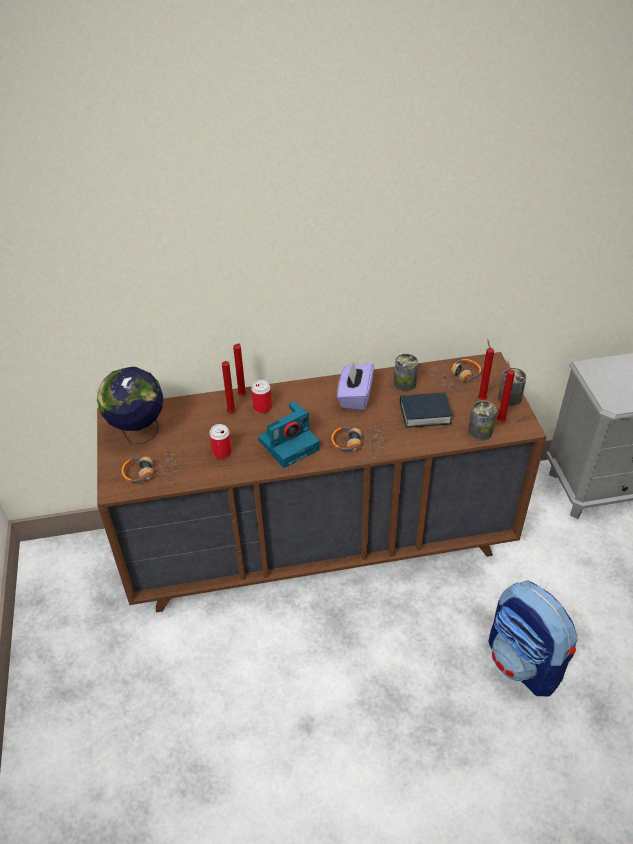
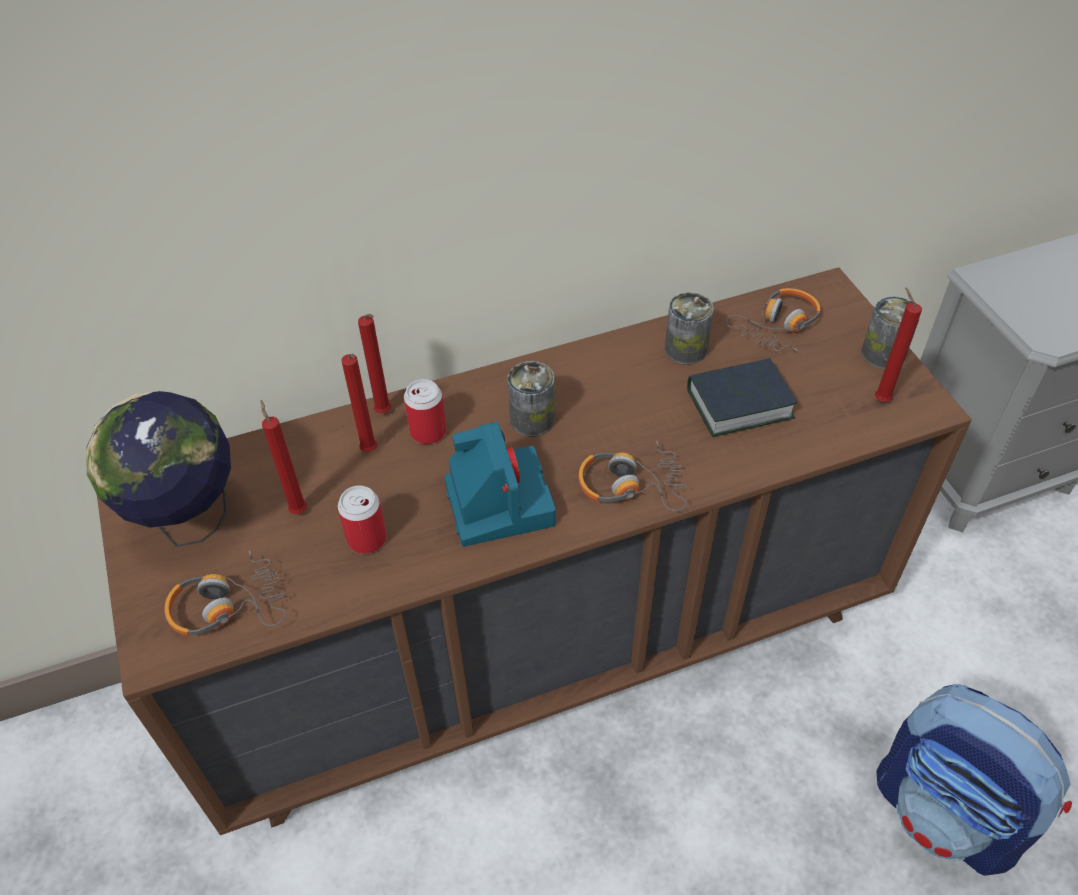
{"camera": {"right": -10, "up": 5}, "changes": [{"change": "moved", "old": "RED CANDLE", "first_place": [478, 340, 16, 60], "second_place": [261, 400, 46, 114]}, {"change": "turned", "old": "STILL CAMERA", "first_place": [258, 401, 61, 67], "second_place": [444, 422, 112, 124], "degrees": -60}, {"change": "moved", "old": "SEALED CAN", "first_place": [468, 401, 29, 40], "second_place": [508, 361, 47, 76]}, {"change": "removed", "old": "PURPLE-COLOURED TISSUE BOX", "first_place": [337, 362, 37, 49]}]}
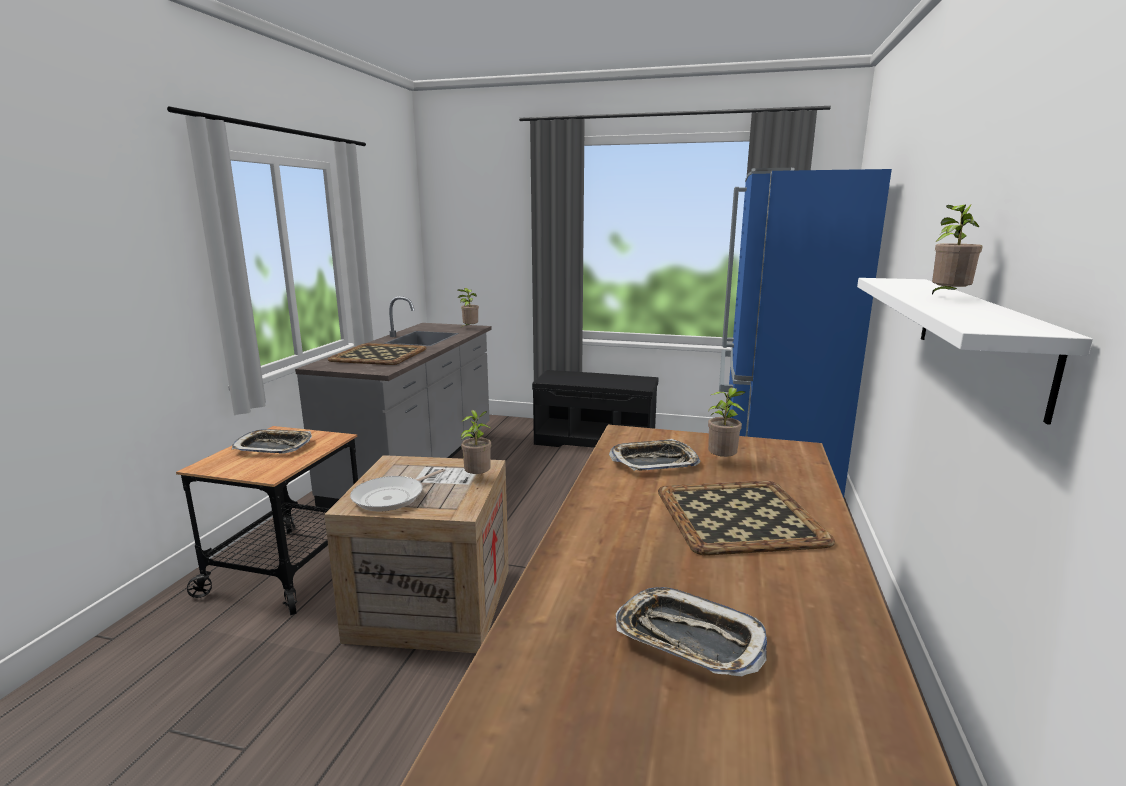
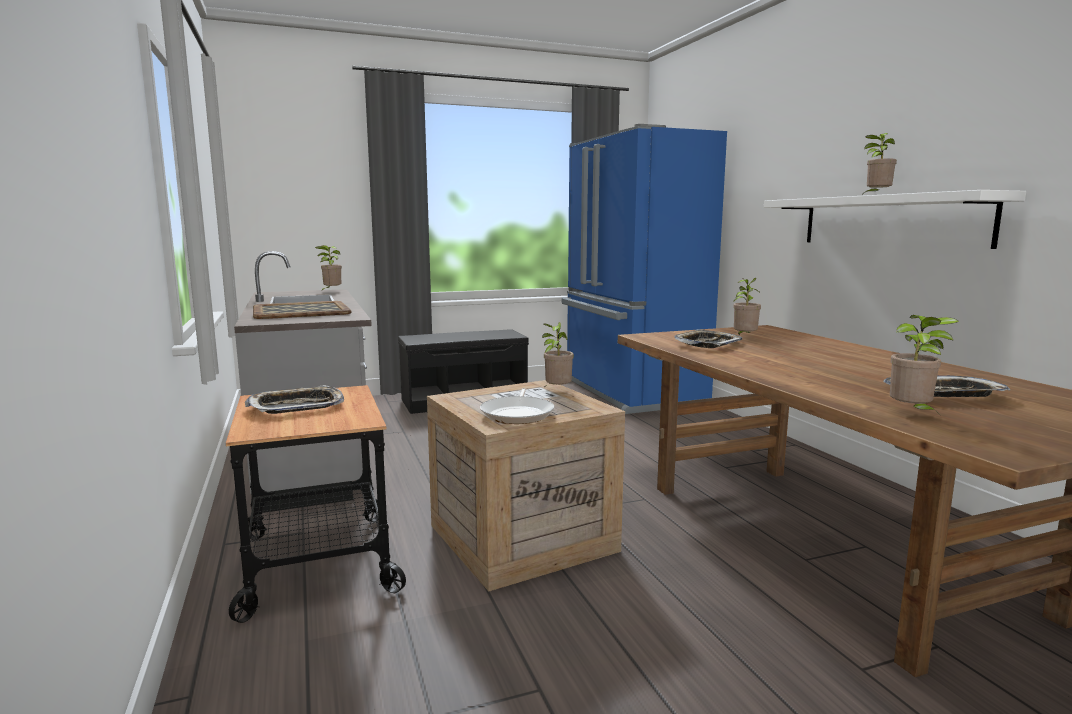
{"camera": {"right": -35, "up": -5}, "changes": [{"change": "added", "new": "PLANT IN A POT", "second_place": [890, 315, 69, 101]}, {"change": "removed", "old": "TRAY", "first_place": [658, 481, 177, 75]}]}
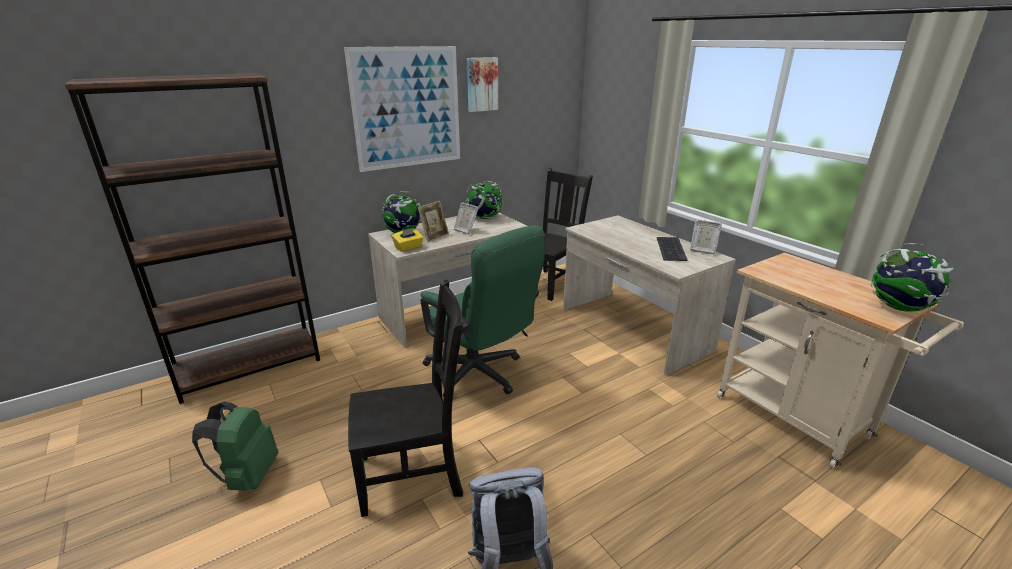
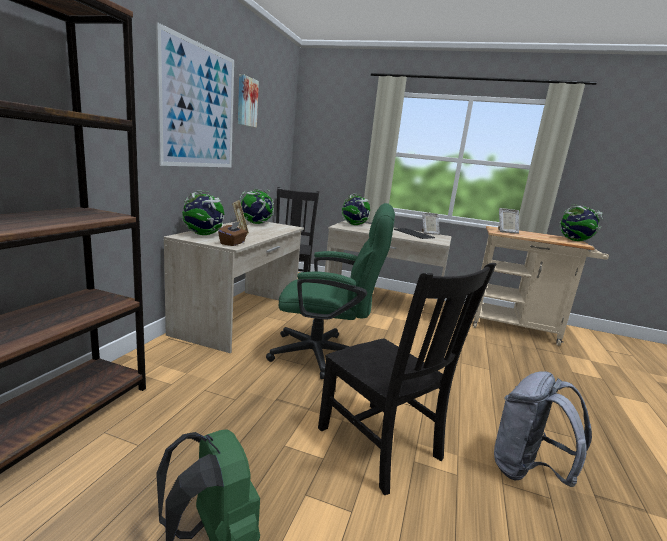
{"camera": {"right": -40, "up": -10}, "changes": [{"change": "recoloured", "old": "YELLOW TISSUE BOX", "new": "BROWN TISSUE BOX", "first_place": [392, 228, 32, 24], "second_place": [218, 221, 30, 25]}, {"change": "turned", "old": "BLACK-COLOURED UPRIGHT CHAIR", "first_place": [348, 279, 115, 238], "second_place": [318, 263, 178, 232], "degrees": 105}, {"change": "added", "new": "GLOBE", "second_place": [341, 194, 29, 31]}, {"change": "moved", "old": "STANDING FRAME", "first_place": [454, 202, 25, 33], "second_place": [498, 208, 21, 26]}]}
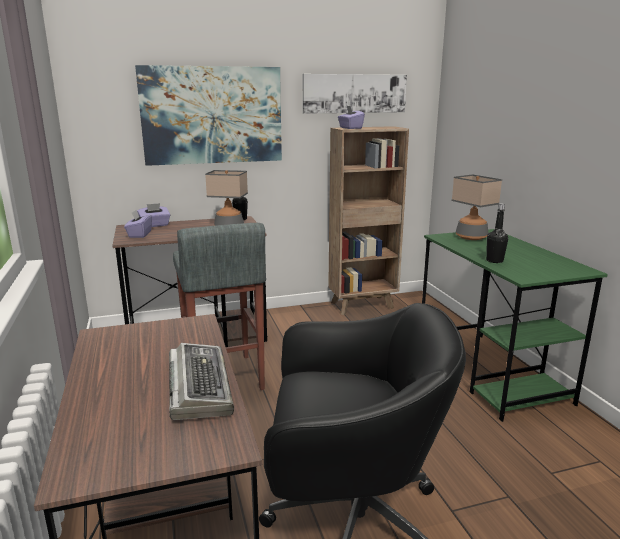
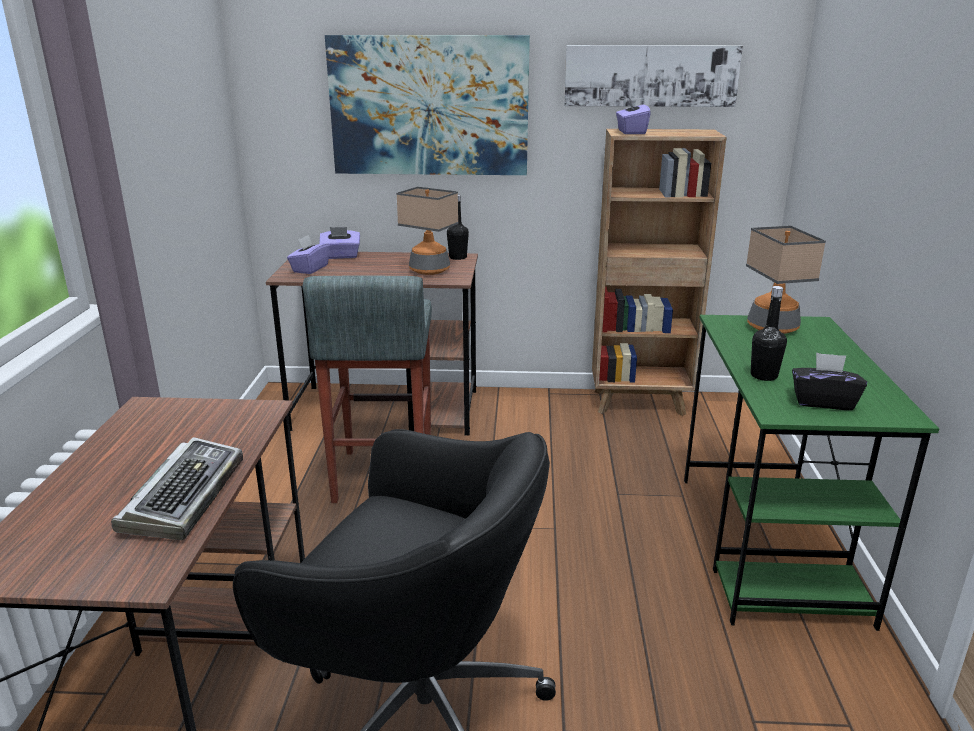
{"camera": {"right": 20, "up": 5}, "changes": [{"change": "added", "new": "BLACK-COLOURED TISSUE BOX", "second_place": [792, 352, 75, 58]}]}
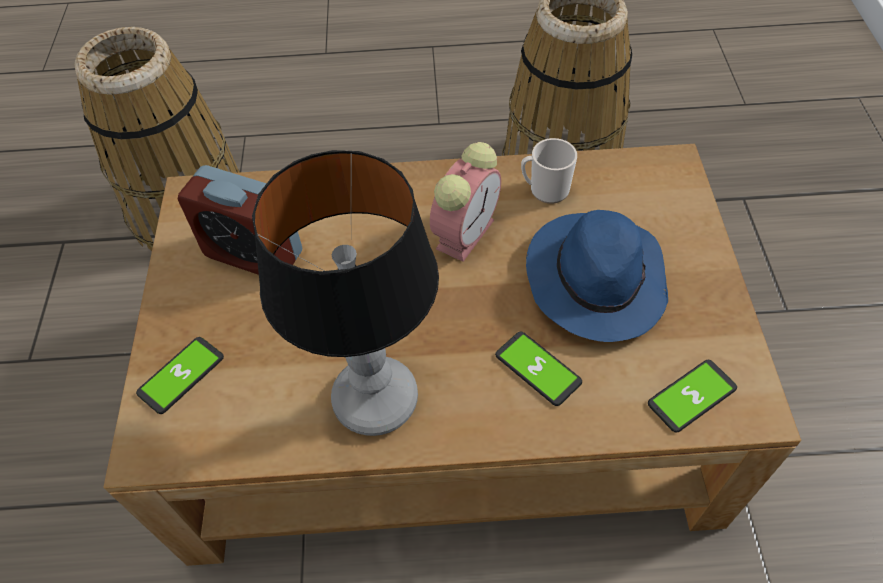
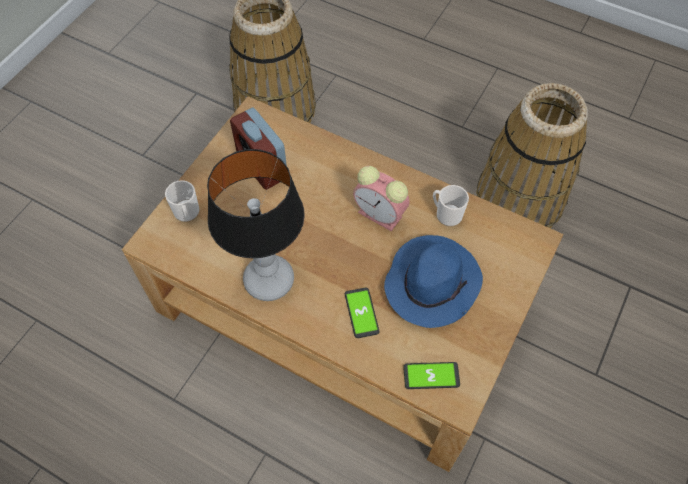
{"camera": {"right": 30, "up": 5}, "changes": [{"change": "replaced", "old": "TELEPHONE", "new": "MUG", "first_place": [136, 337, 88, 77], "second_place": [165, 180, 34, 42]}, {"change": "turned", "old": "BEDSIDE CLOCK", "first_place": [430, 142, 71, 120], "second_place": [353, 166, 57, 65], "degrees": 60}]}
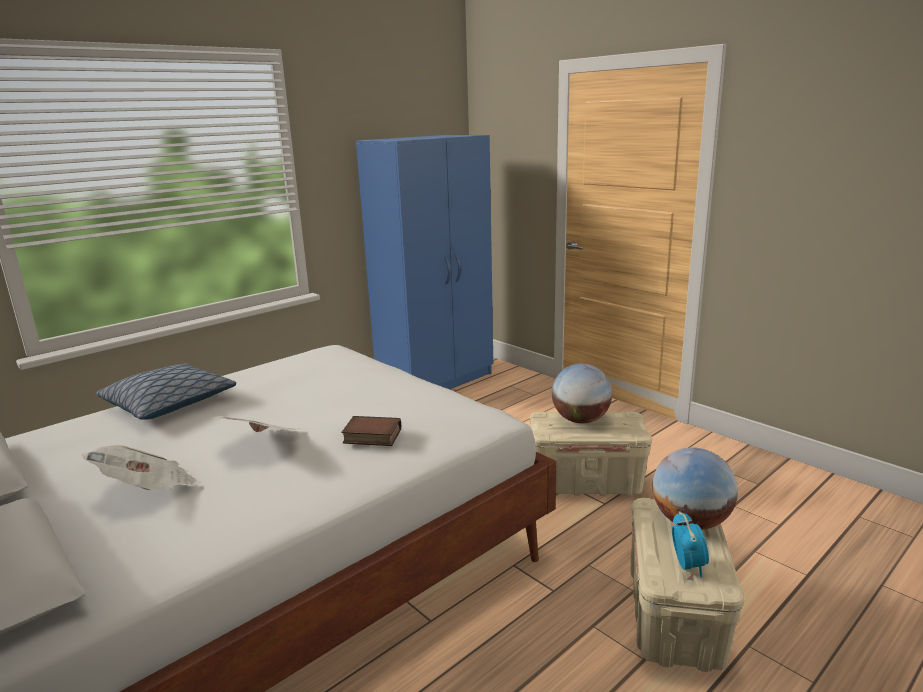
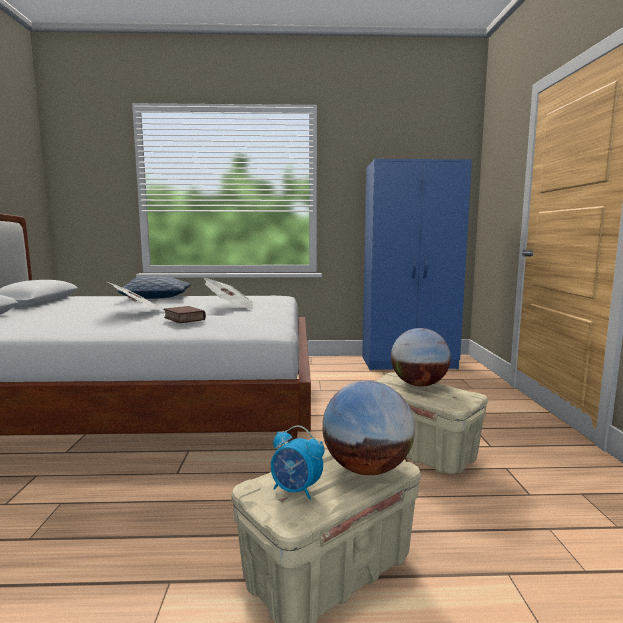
{"camera": {"right": 40, "up": -10}, "changes": [{"change": "moved", "old": "PRINTED PAPER", "first_place": [82, 445, 119, 45], "second_place": [204, 278, 49, 31]}, {"change": "turned", "old": "BEDSIDE CLOCK", "first_place": [672, 511, 37, 67], "second_place": [271, 425, 53, 75], "degrees": 75}]}
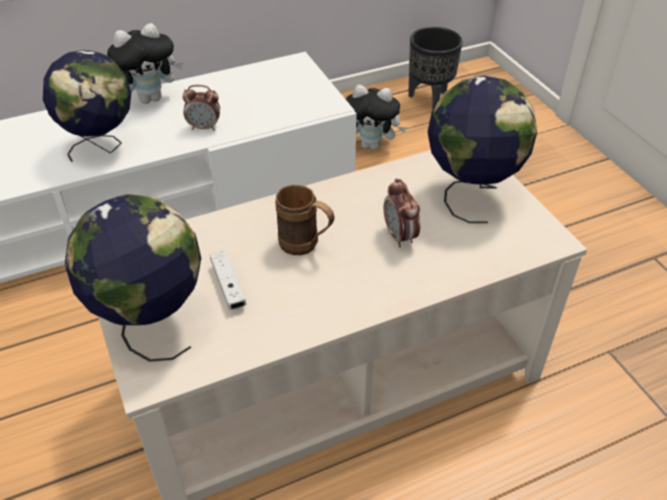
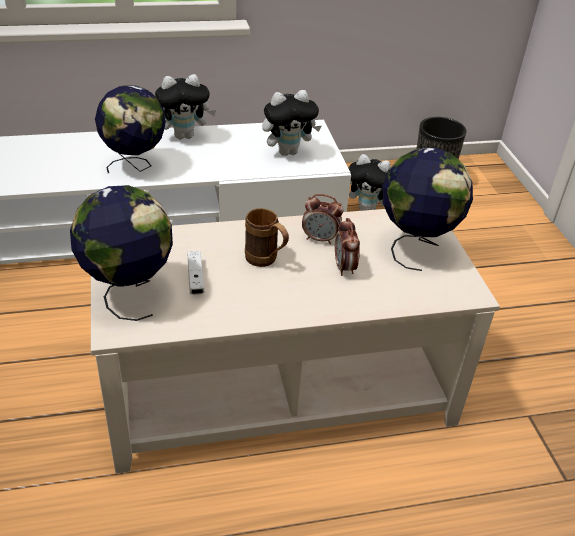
{"camera": {"right": 10, "up": -5}, "changes": [{"change": "added", "new": "SOFT TOY", "second_place": [262, 90, 59, 66]}, {"change": "moved", "old": "BEDSIDE CLOCK", "first_place": [182, 85, 38, 46], "second_place": [302, 194, 42, 50]}]}
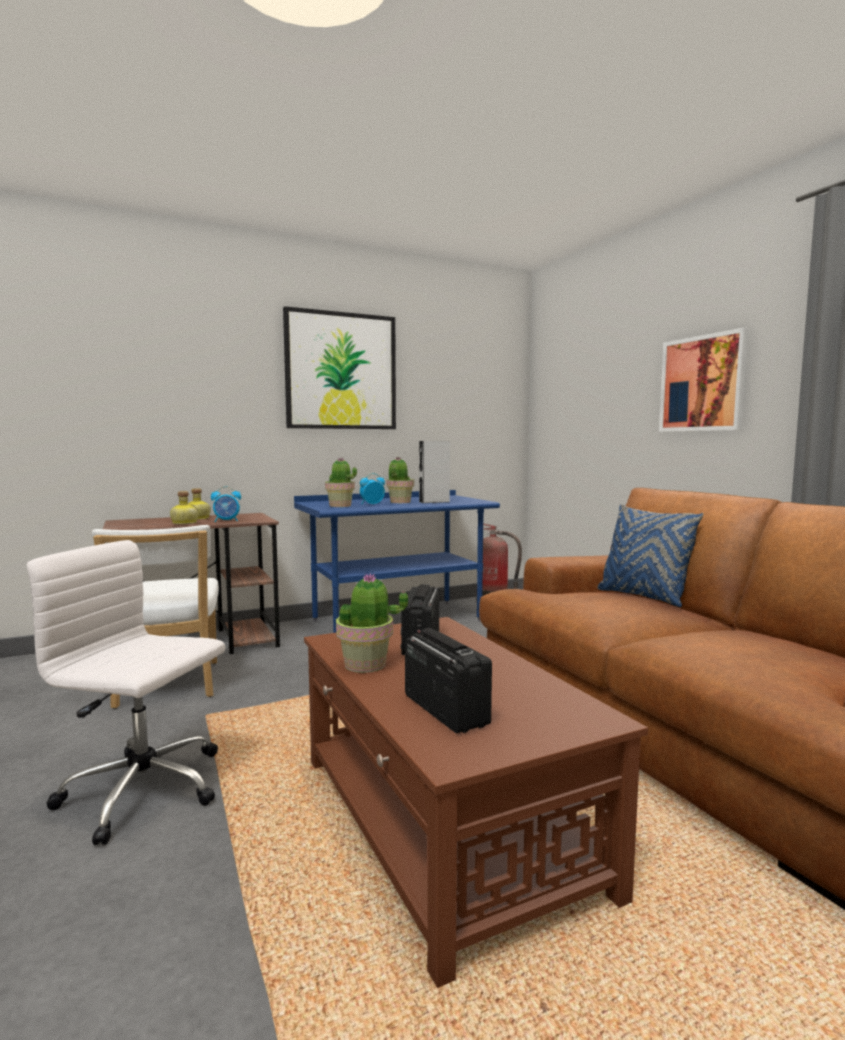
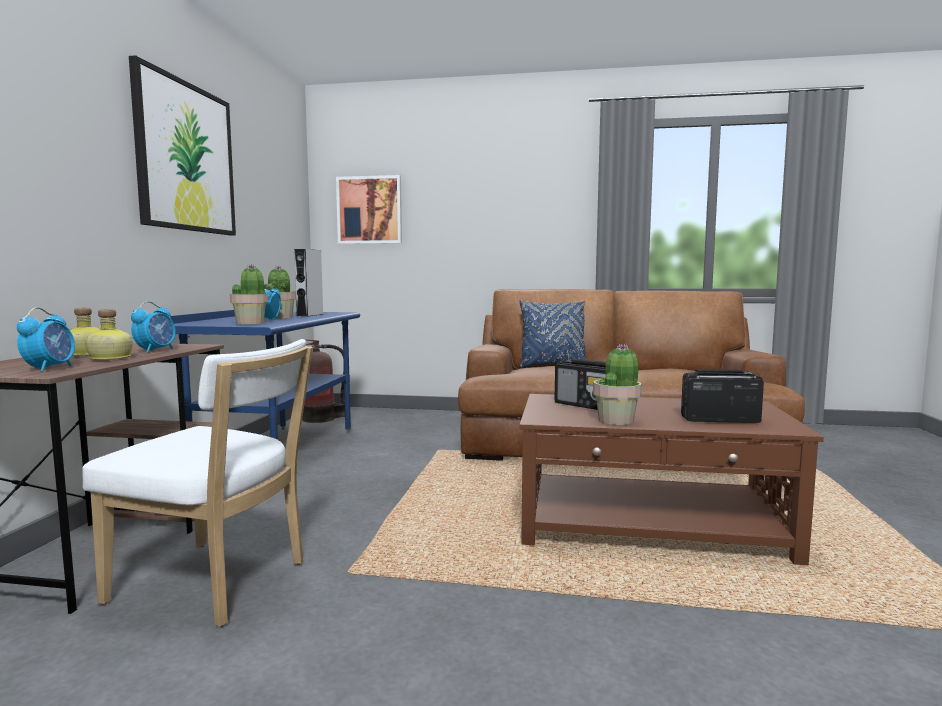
{"camera": {"right": -55, "up": 0}, "changes": [{"change": "added", "new": "BEDSIDE CLOCK", "second_place": [17, 307, 58, 65]}, {"change": "moved", "old": "WALL PICTURE", "first_place": [659, 327, 90, 105], "second_place": [336, 175, 66, 69]}, {"change": "removed", "old": "WHITE-COLOURED DESK CHAIR", "first_place": [27, 540, 199, 305]}]}
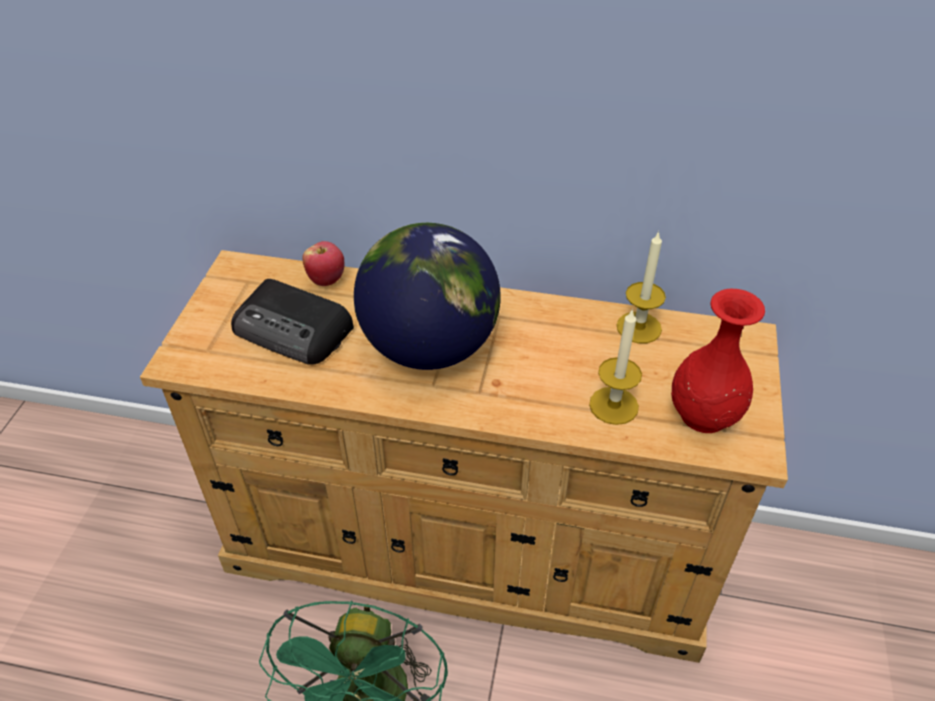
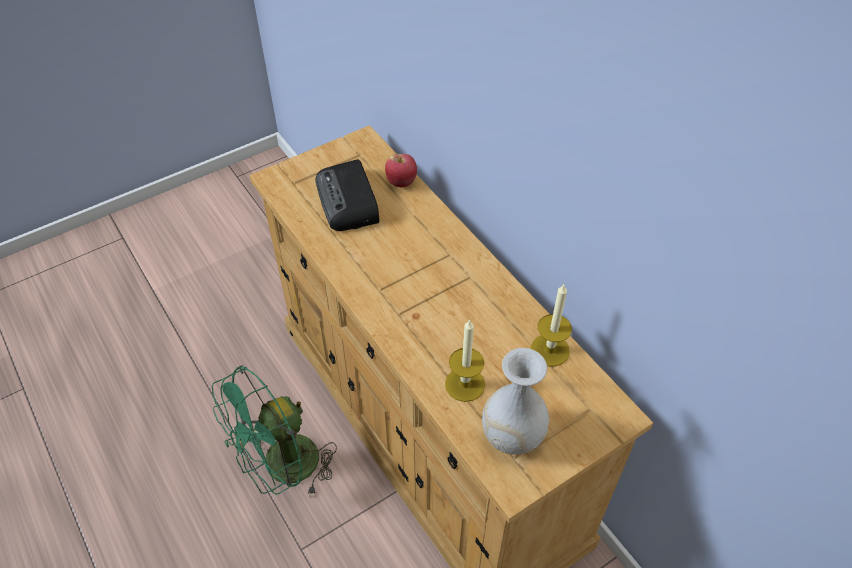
{"camera": {"right": 45, "up": 5}, "changes": [{"change": "recoloured", "old": "RED VASE", "new": "WHITE-COLOURED VASE", "first_place": [671, 288, 94, 145], "second_place": [482, 348, 67, 107]}, {"change": "removed", "old": "GLOBE", "first_place": [354, 223, 147, 147]}]}
